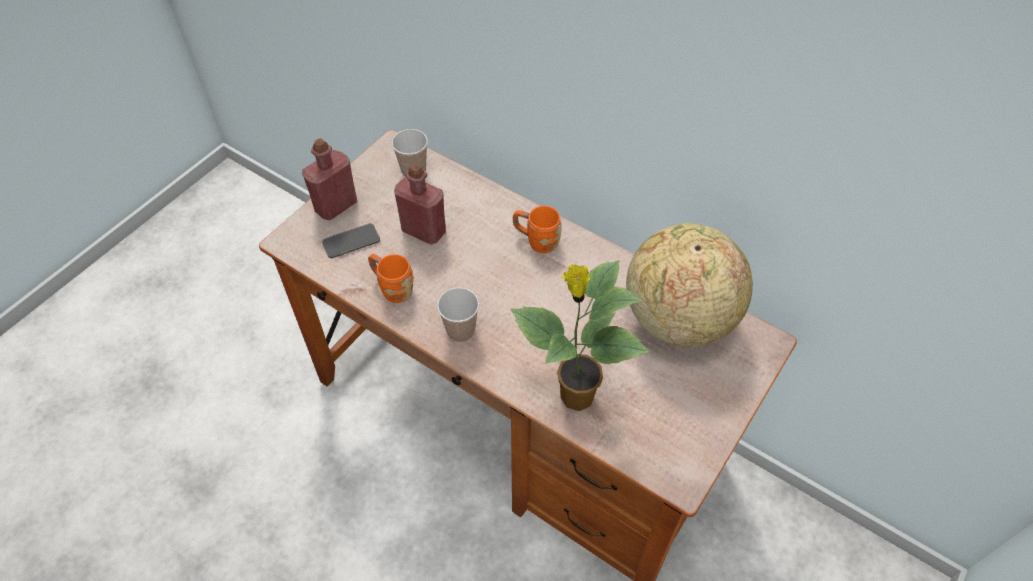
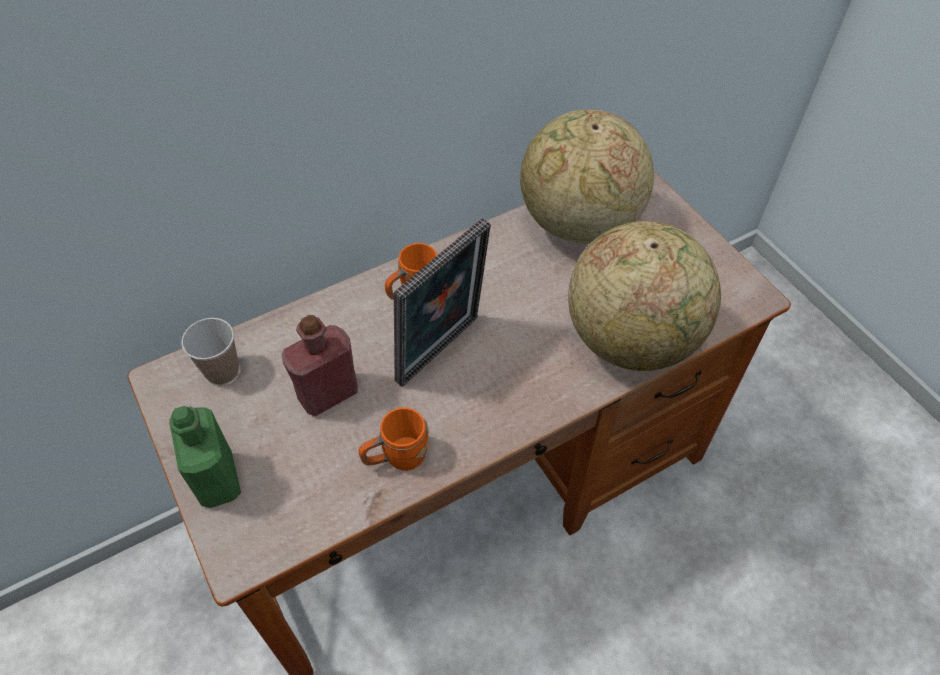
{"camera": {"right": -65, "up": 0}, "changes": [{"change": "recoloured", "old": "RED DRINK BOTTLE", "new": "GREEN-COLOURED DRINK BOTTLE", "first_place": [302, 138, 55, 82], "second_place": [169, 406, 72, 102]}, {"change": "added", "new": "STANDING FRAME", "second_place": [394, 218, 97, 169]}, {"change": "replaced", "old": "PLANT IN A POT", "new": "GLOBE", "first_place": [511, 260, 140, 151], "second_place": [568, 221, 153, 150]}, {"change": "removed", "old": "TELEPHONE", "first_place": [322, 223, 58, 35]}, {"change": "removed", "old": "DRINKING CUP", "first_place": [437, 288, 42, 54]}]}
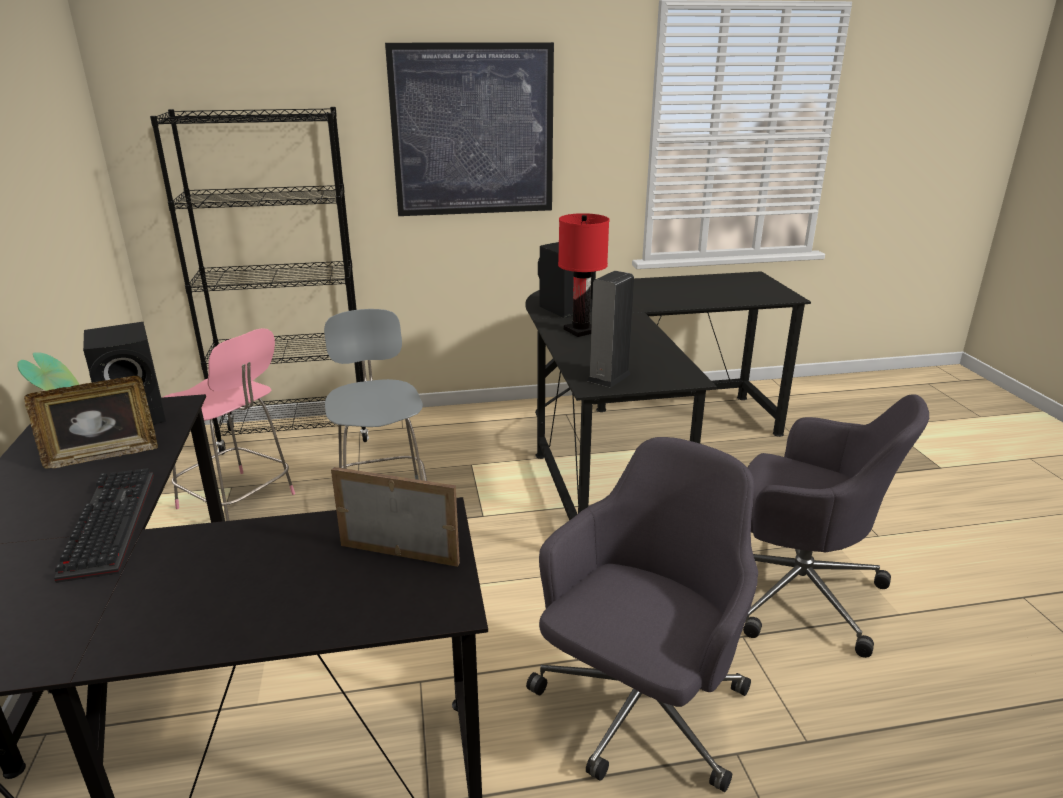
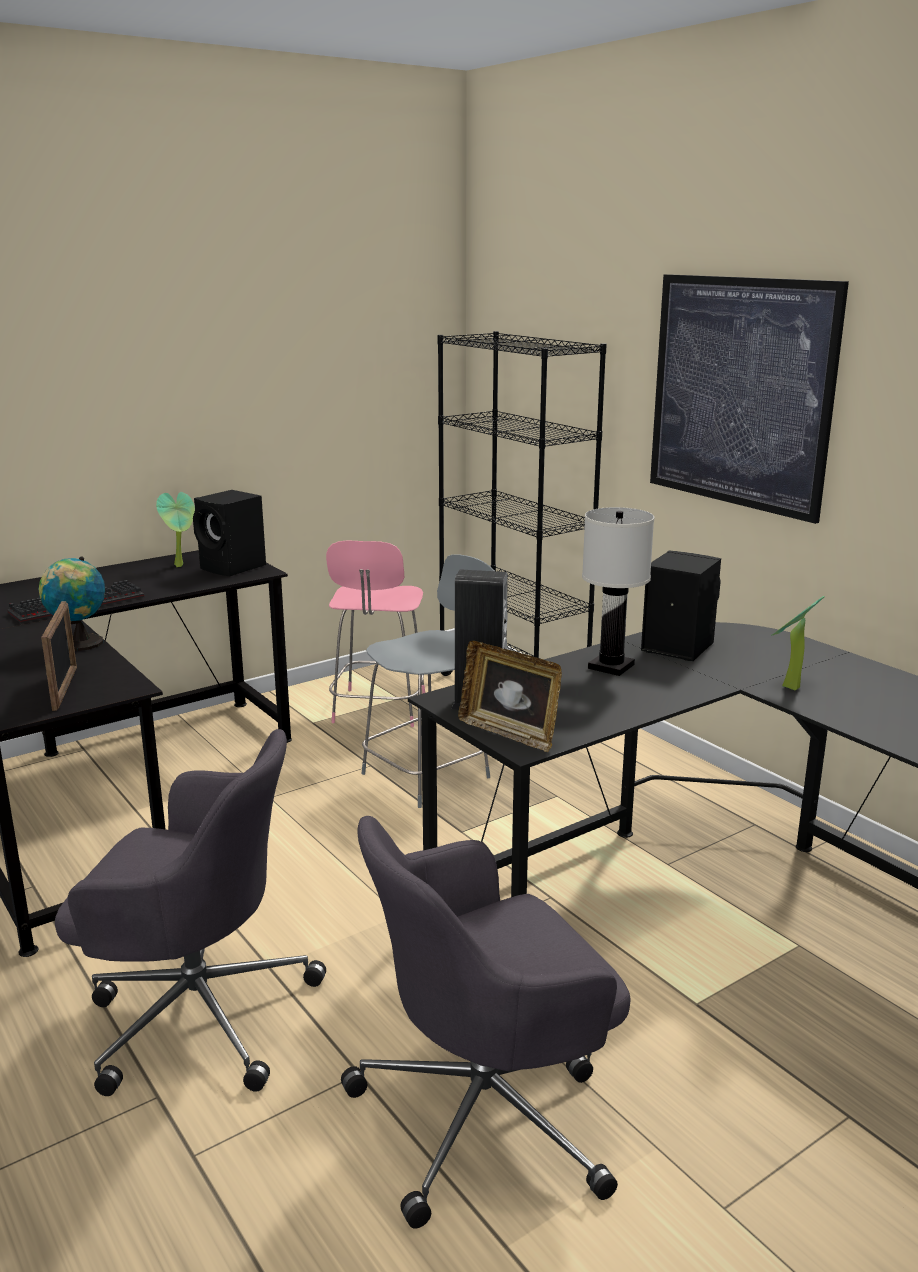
{"camera": {"right": 65, "up": -5}, "changes": [{"change": "added", "new": "GLOBE", "second_place": [39, 557, 66, 94]}, {"change": "turned", "old": "GREY DESK CHAIR", "first_place": [743, 394, 186, 264], "second_place": [341, 816, 290, 413], "degrees": 60}, {"change": "moved", "old": "STANDING FRAME", "first_place": [24, 376, 134, 93], "second_place": [458, 641, 104, 111]}, {"change": "recoloured", "old": "RED LAMP FOR A TABLE", "new": "WHITE-COLOURED LAMP FOR A TABLE", "first_place": [558, 213, 51, 124], "second_place": [582, 507, 72, 169]}, {"change": "added", "new": "PLANT IN A POT", "second_place": [771, 596, 53, 94]}]}
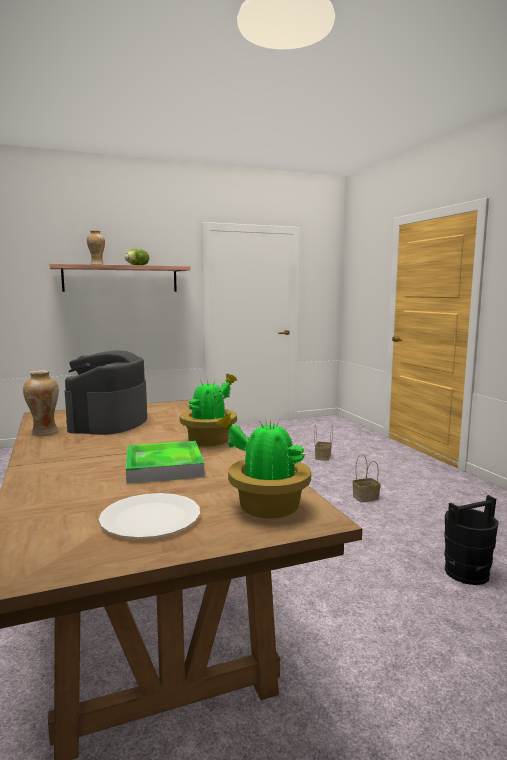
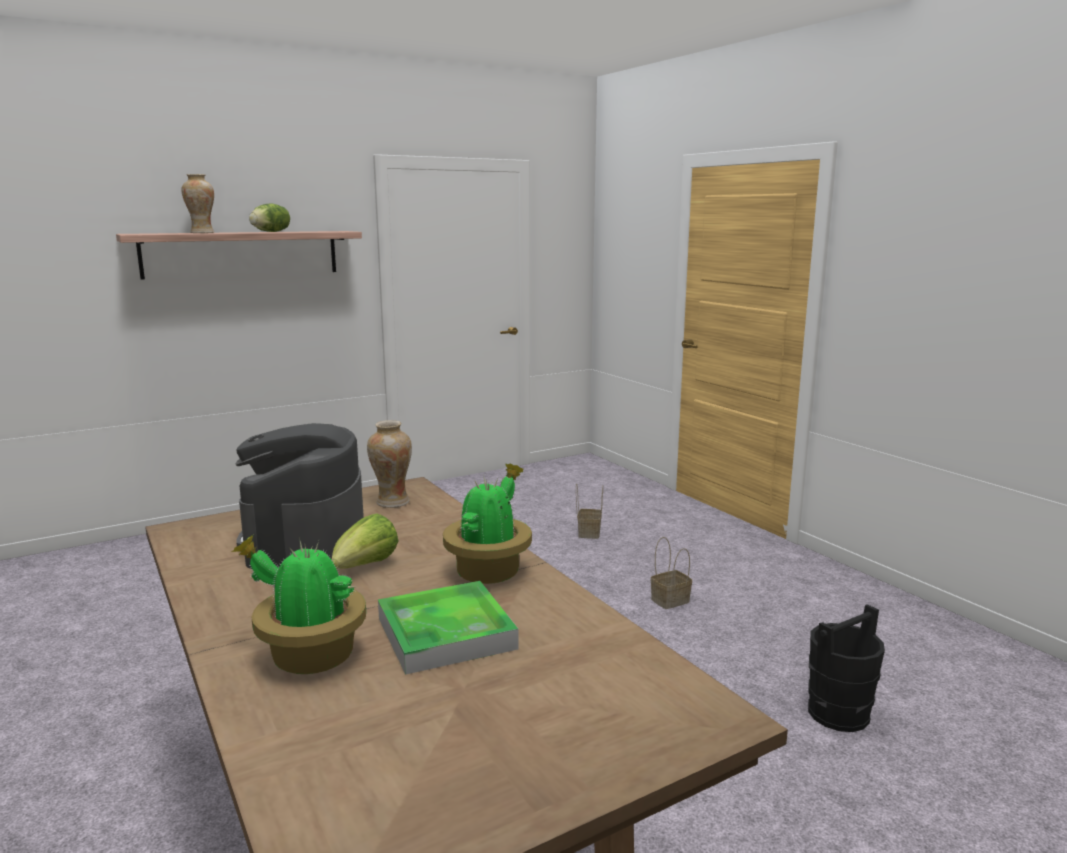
{"camera": {"right": -10, "up": 5}, "changes": [{"change": "moved", "old": "PLANT IN A POT", "first_place": [216, 413, 95, 106], "second_place": [232, 535, 134, 139]}, {"change": "added", "new": "LETTUCE", "second_place": [332, 513, 66, 56]}, {"change": "moved", "old": "VASE", "first_place": [23, 370, 36, 65], "second_place": [367, 420, 45, 88]}, {"change": "removed", "old": "WHITE-COLOURED PLATE", "first_place": [99, 493, 101, 46]}]}
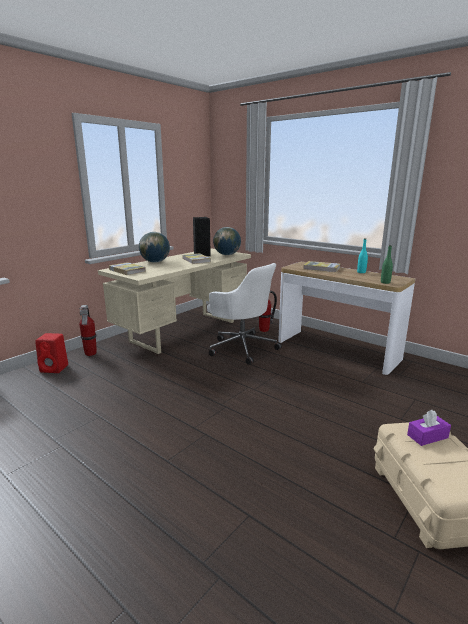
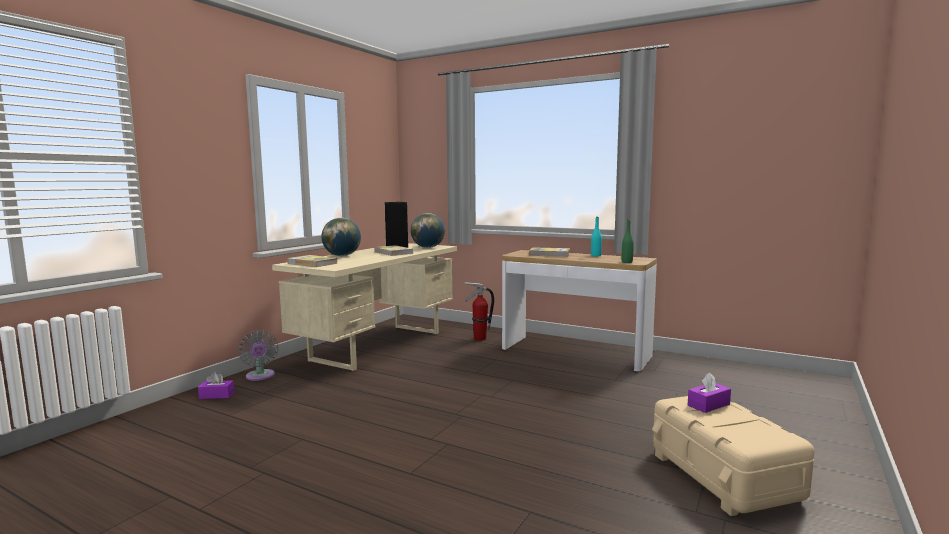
{"camera": {"right": -10, "up": -10}, "changes": [{"change": "replaced", "old": "RED AUDIO SPEAKER", "new": "PURPLE-COLOURED TISSUE BOX", "first_place": [35, 333, 33, 40], "second_place": [198, 372, 36, 27]}, {"change": "replaced", "old": "FIRE EXTINGUISHER", "new": "GREY ELECTRIC FAN", "first_place": [79, 305, 18, 51], "second_place": [238, 330, 40, 51]}, {"change": "removed", "old": "WHITE-COLOURED DESK CHAIR", "first_place": [207, 263, 75, 102]}]}
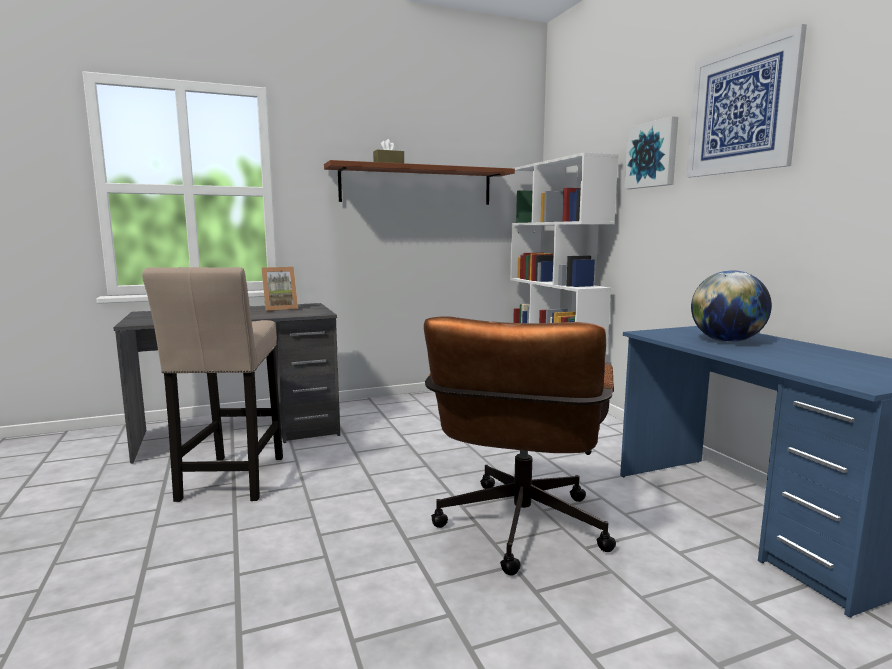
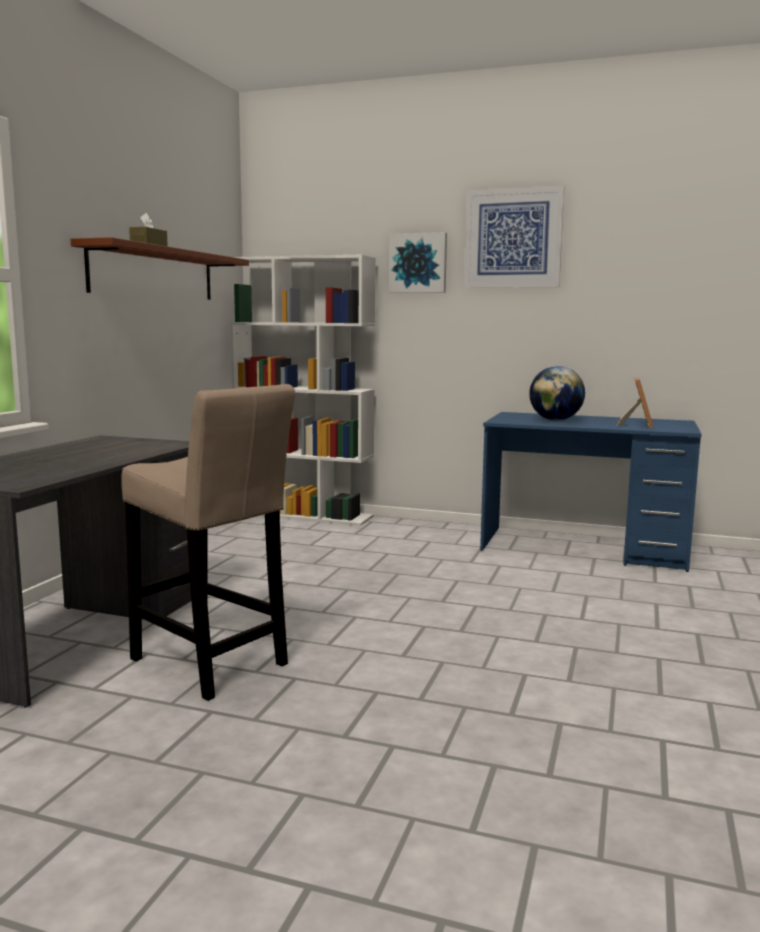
{"camera": {"right": -50, "up": 0}, "changes": [{"change": "moved", "old": "STANDING FRAME", "first_place": [262, 267, 36, 44], "second_place": [617, 377, 36, 51]}, {"change": "removed", "old": "BROWN DESK CHAIR", "first_place": [424, 316, 192, 260]}]}
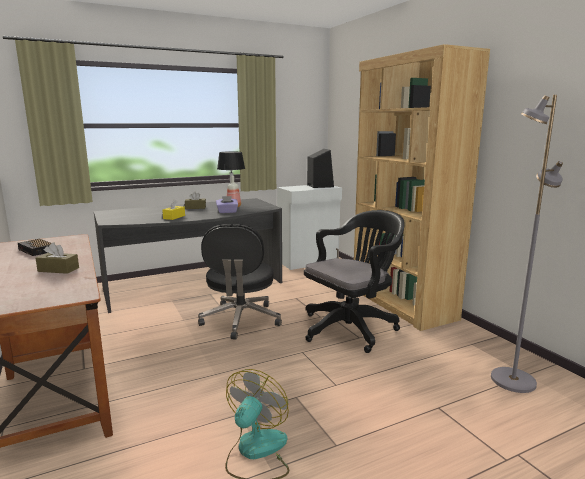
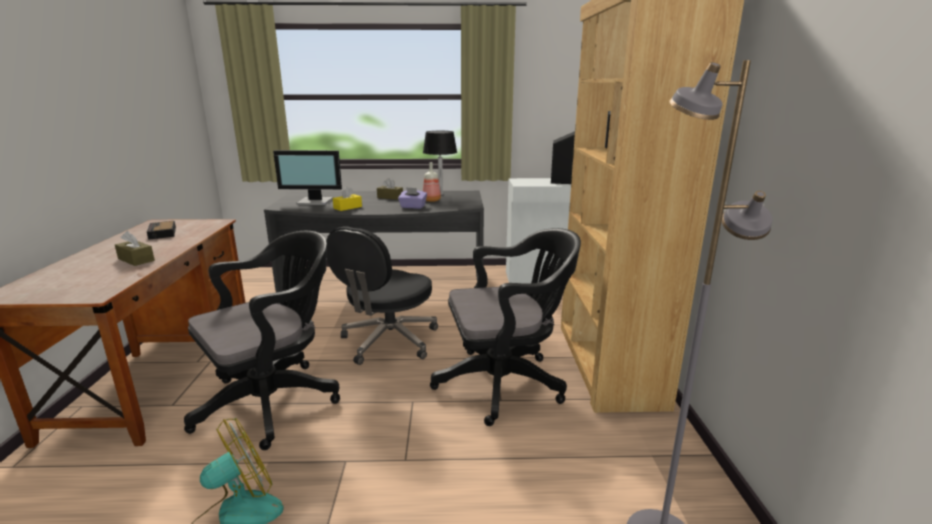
{"camera": {"right": 25, "up": 5}, "changes": [{"change": "added", "new": "BLACK-COLOURED DESK CHAIR", "second_place": [184, 231, 156, 219]}, {"change": "added", "new": "COMPUTER SCREEN", "second_place": [273, 150, 69, 55]}]}
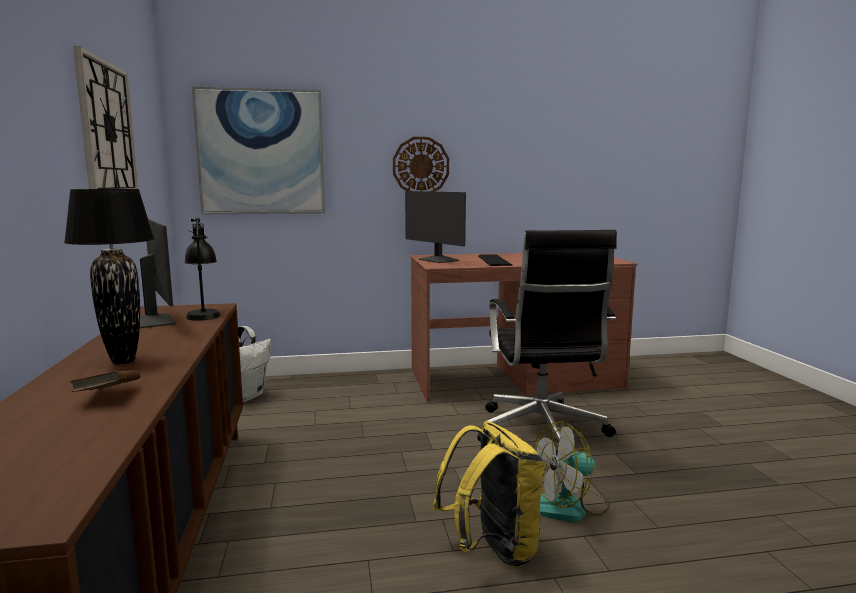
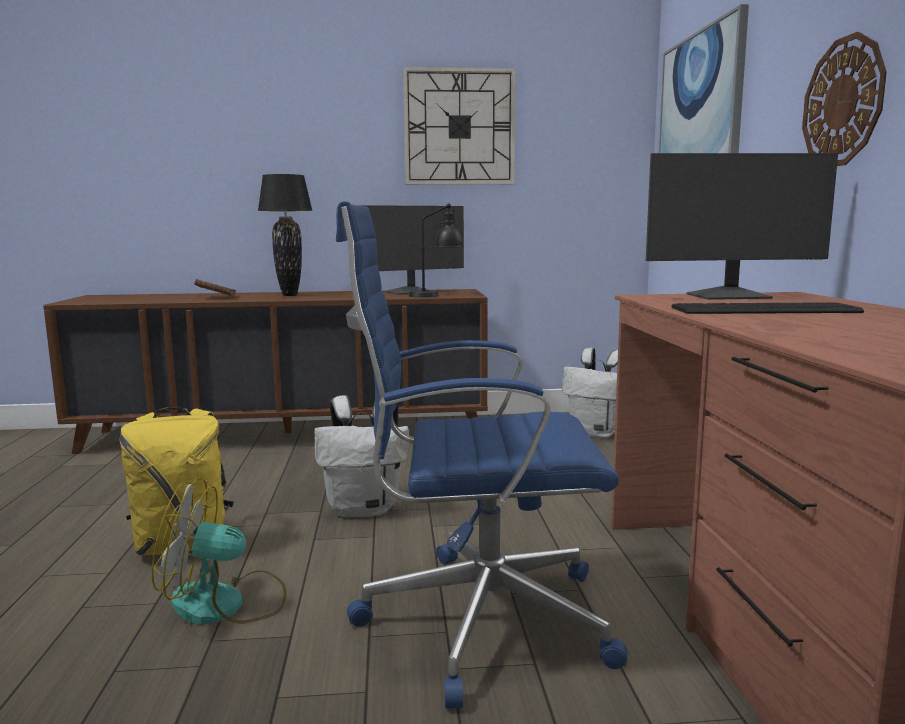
{"camera": {"right": 95, "up": 0}, "changes": [{"change": "turned", "old": "ELECTRIC FAN", "first_place": [533, 421, 77, 101], "second_place": [152, 477, 134, 148], "degrees": -75}, {"change": "added", "new": "WHITE-COLOURED KNAPSACK", "second_place": [314, 395, 95, 123]}, {"change": "recoloured", "old": "BLACK-COLOURED DESK CHAIR", "new": "BLUE-COLOURED DESK CHAIR", "first_place": [477, 230, 140, 225], "second_place": [336, 201, 292, 508]}, {"change": "turned", "old": "COMPUTER SCREEN", "first_place": [405, 191, 61, 72], "second_place": [646, 153, 192, 147], "degrees": -150}]}
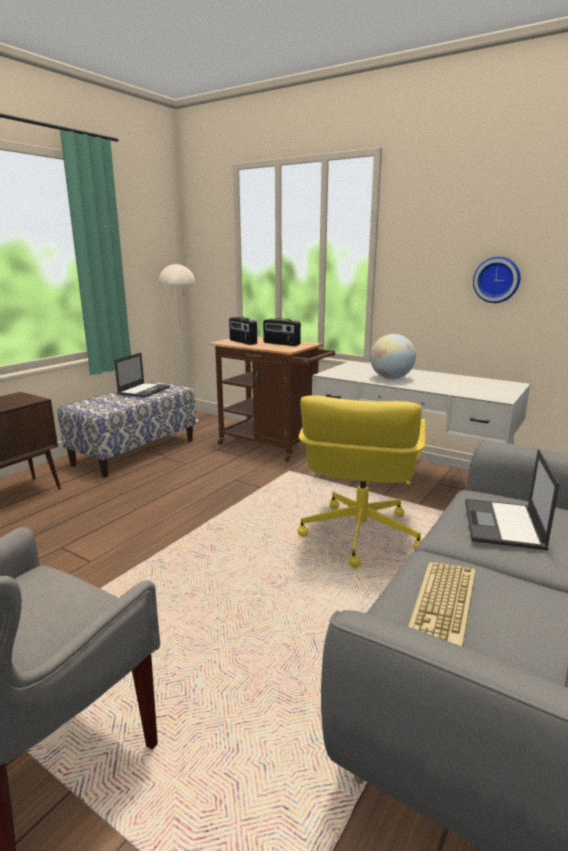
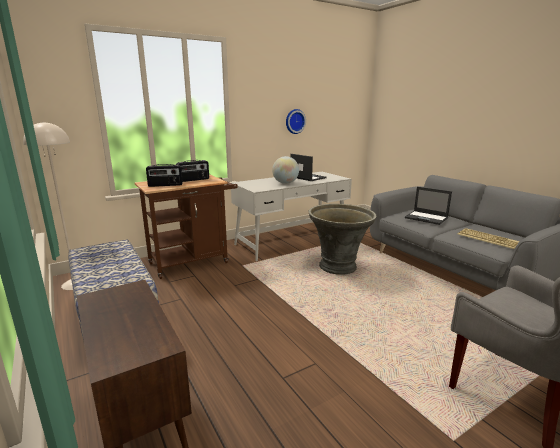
{"camera": {"right": -65, "up": 0}, "changes": [{"change": "moved", "old": "PORTABLE COMPUTER", "first_place": [114, 353, 56, 44], "second_place": [290, 154, 37, 27]}, {"change": "replaced", "old": "YELLOW DESK CHAIR", "new": "GREY PLANT POT", "first_place": [298, 395, 128, 173], "second_place": [308, 204, 69, 71]}]}
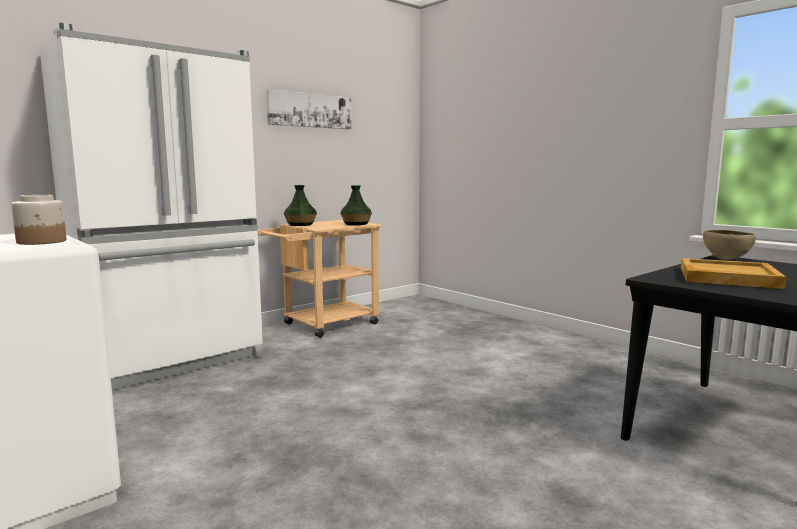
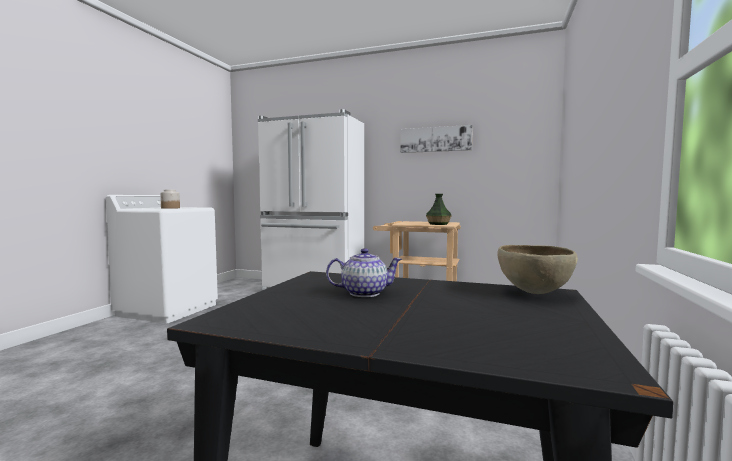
{"camera": {"right": 60, "up": -5}, "changes": [{"change": "replaced", "old": "BEIGE-COLOURED TRAY", "new": "TEAPOT", "first_place": [681, 258, 105, 31], "second_place": [326, 248, 76, 49]}, {"change": "removed", "old": "VASE", "first_place": [284, 185, 33, 41]}]}
